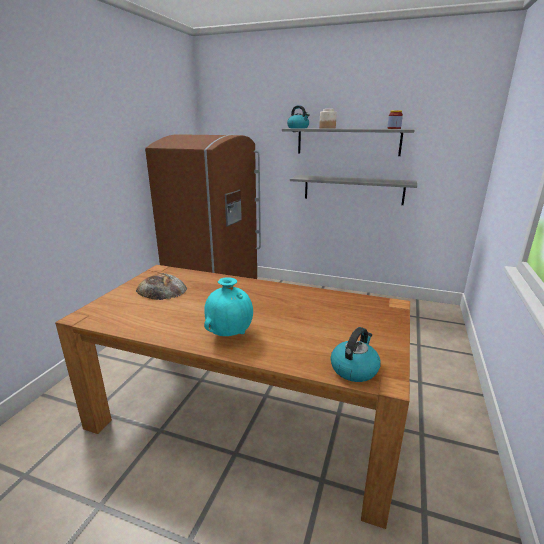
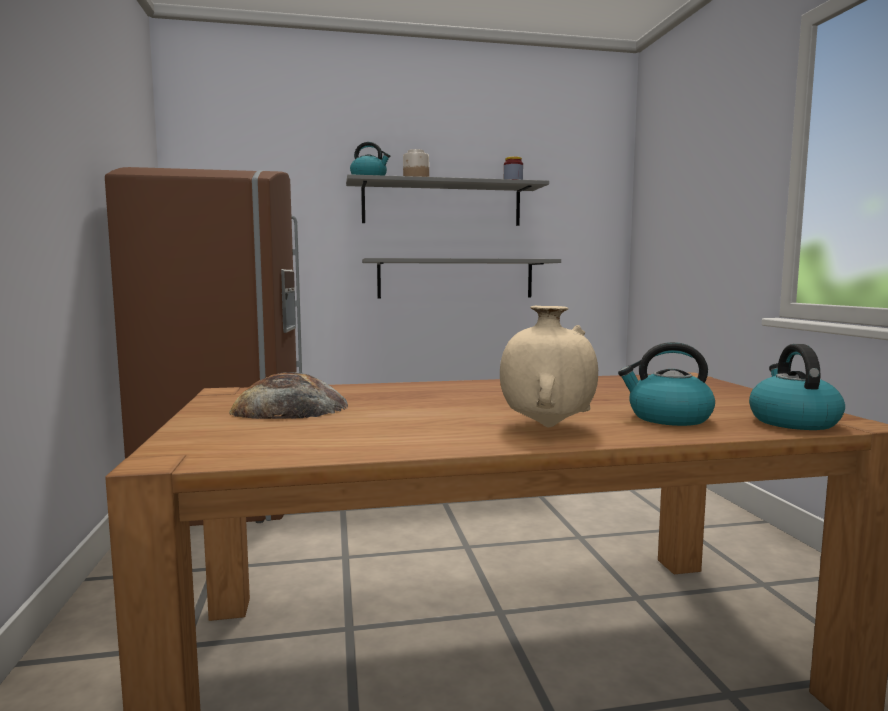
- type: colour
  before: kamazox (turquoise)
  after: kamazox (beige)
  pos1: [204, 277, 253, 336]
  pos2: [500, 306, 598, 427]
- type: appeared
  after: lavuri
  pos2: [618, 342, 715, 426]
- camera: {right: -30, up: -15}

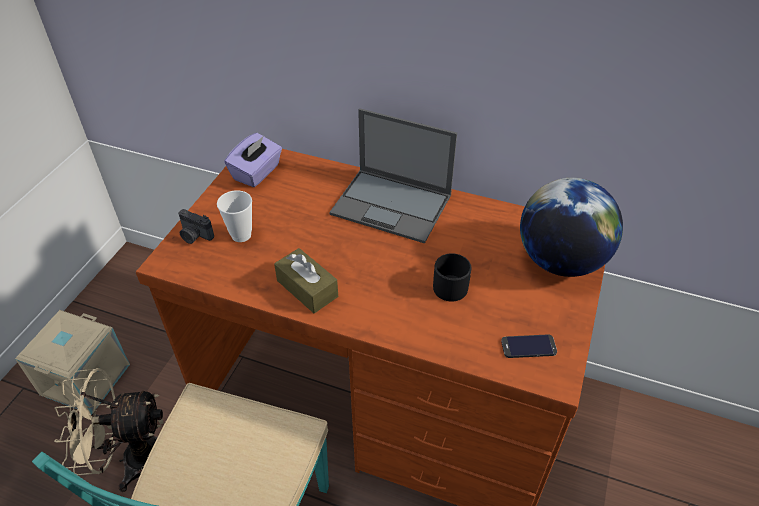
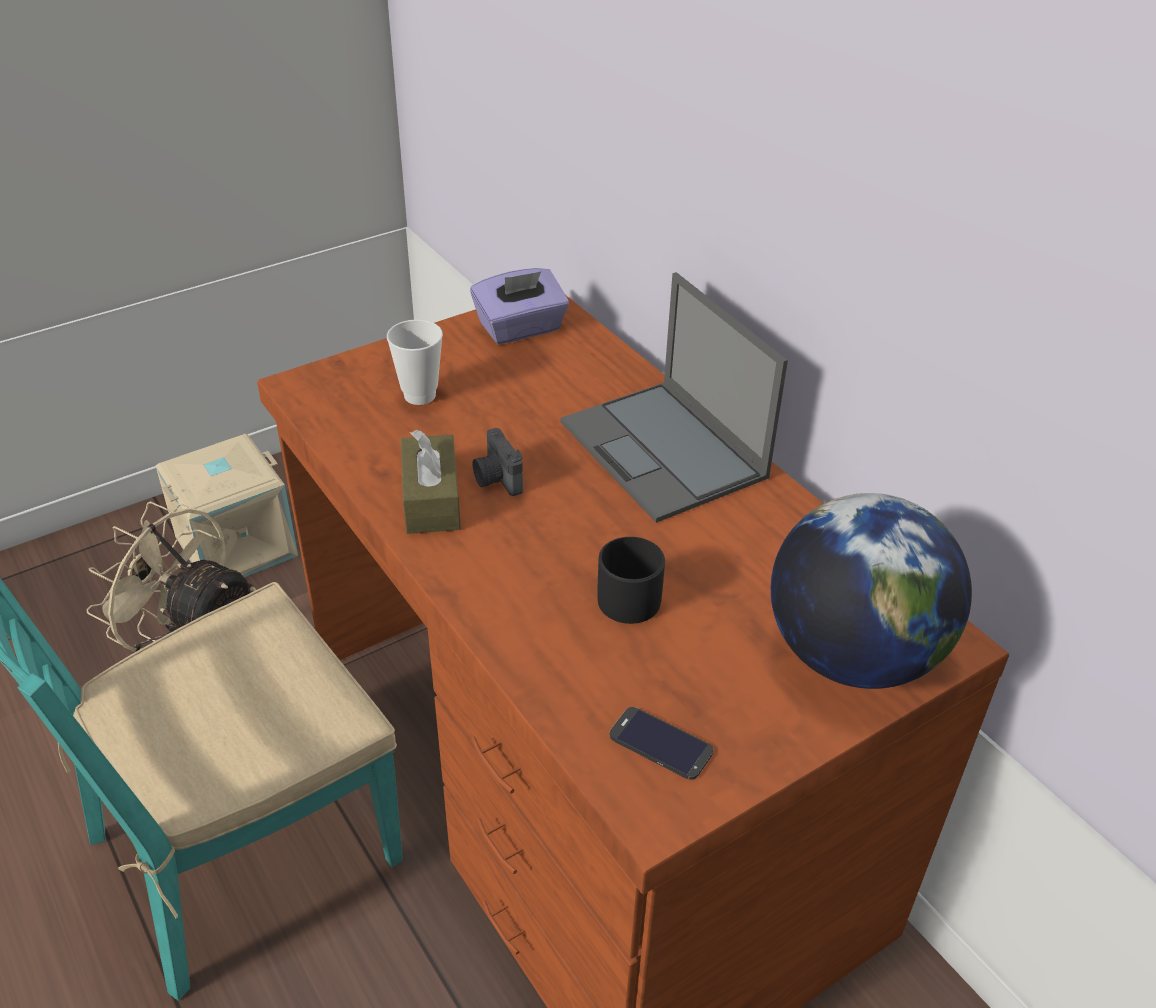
- type: relocated
  before: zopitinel
  pos1: [178, 209, 214, 244]
  pos2: [473, 428, 523, 496]
- camera: {right: 35, up: -5}

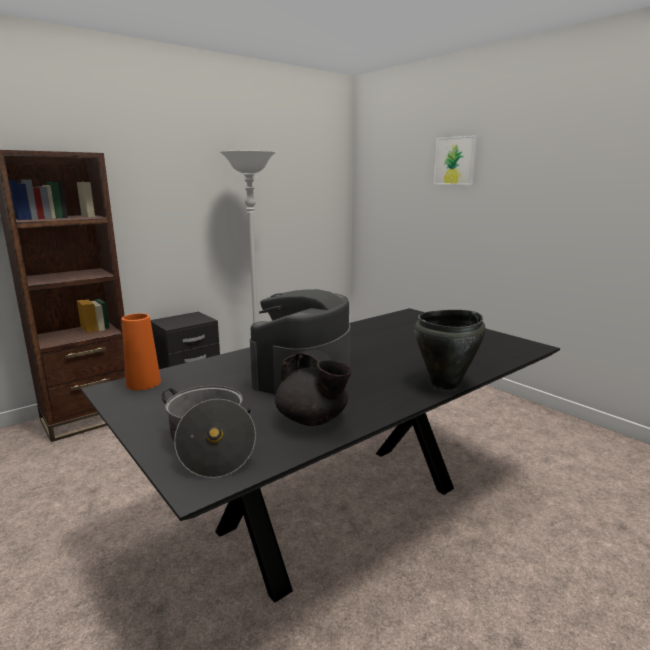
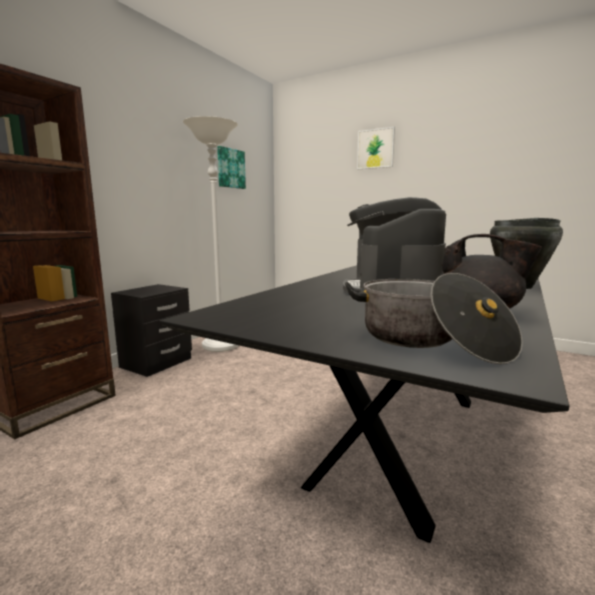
- type: missing
  before: kamazox (orange)
  pos1: [122, 313, 161, 390]
- type: appeared
  after: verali
  pos2: [217, 146, 246, 189]
- camera: {right: -20, up: -5}

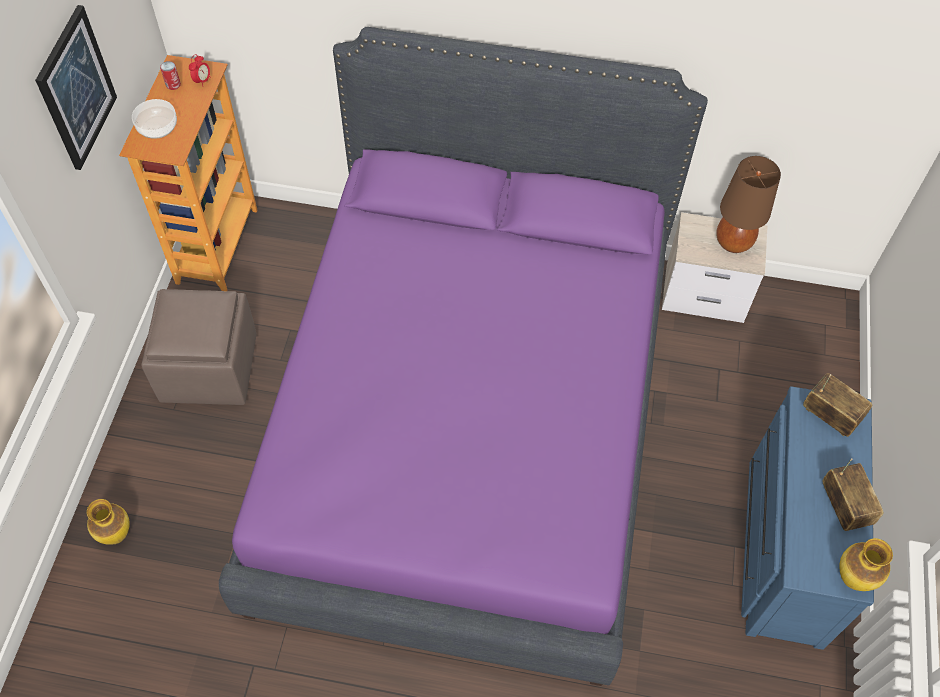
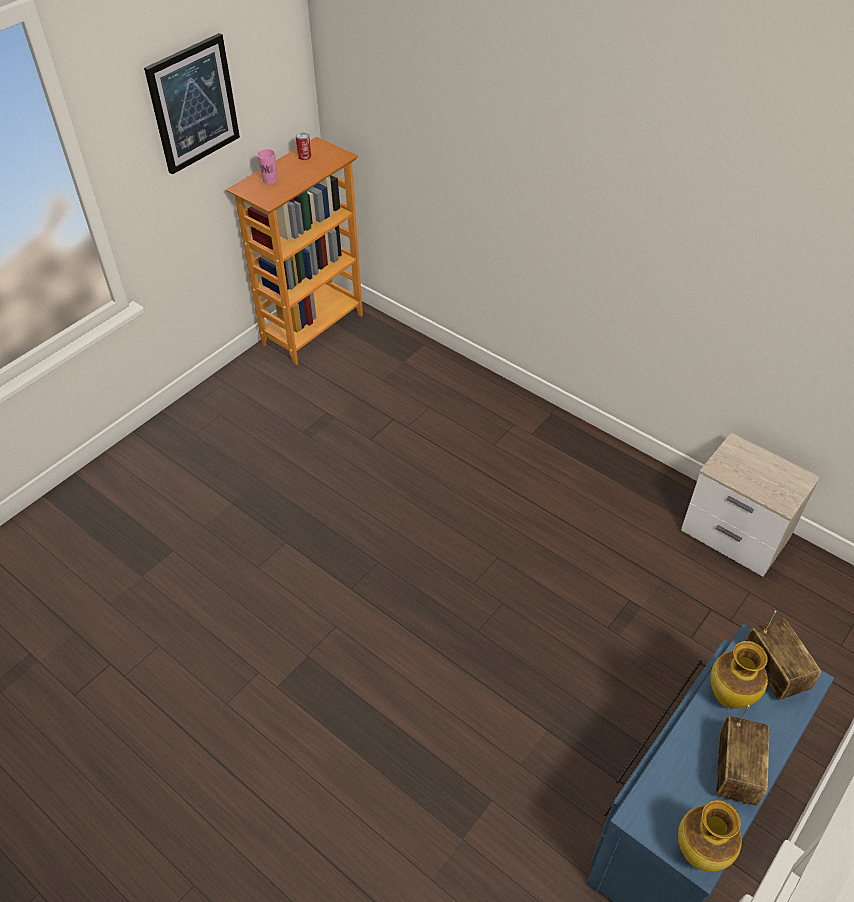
- type: missing
  before: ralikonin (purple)
  pos1: [219, 27, 708, 686]
- type: missing
  before: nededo
  pos1: [189, 54, 211, 86]
- type: exchanged
  before: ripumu
  after: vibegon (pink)
  pos1: [132, 99, 177, 139]
  pos2: [257, 149, 277, 184]
- type: missing
  before: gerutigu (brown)
  pos1: [716, 156, 781, 253]
- type: missing
  before: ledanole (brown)
  pos1: [141, 289, 256, 405]
- type: relocated
  before: kamazox
  pos1: [87, 499, 130, 545]
  pos2: [710, 641, 768, 709]
- camera: {right: 30, up: -10}

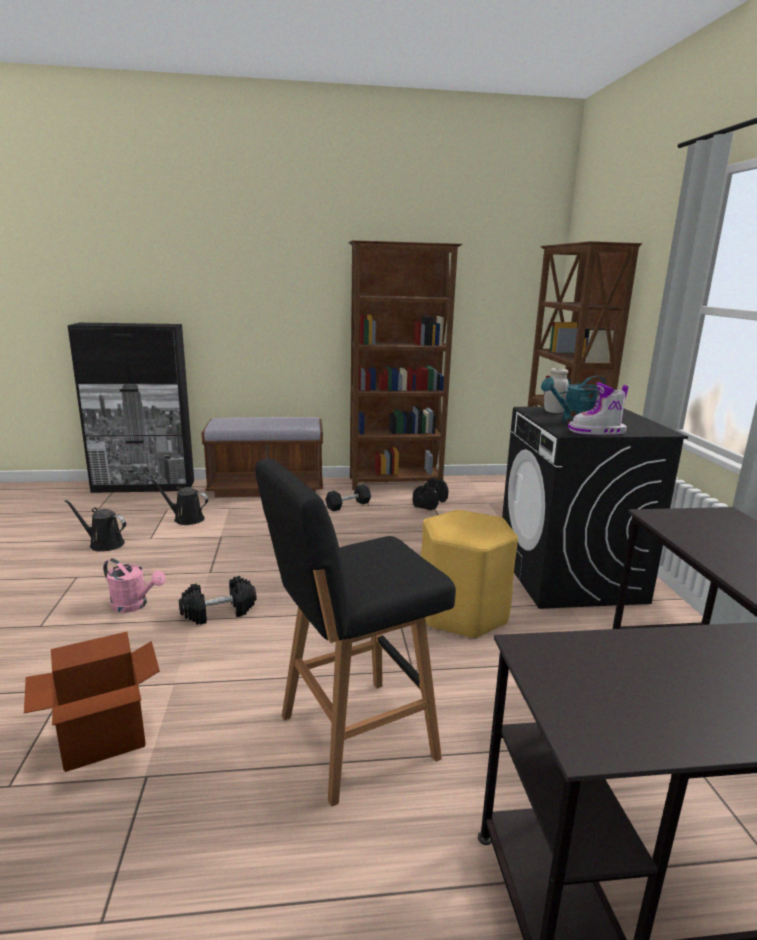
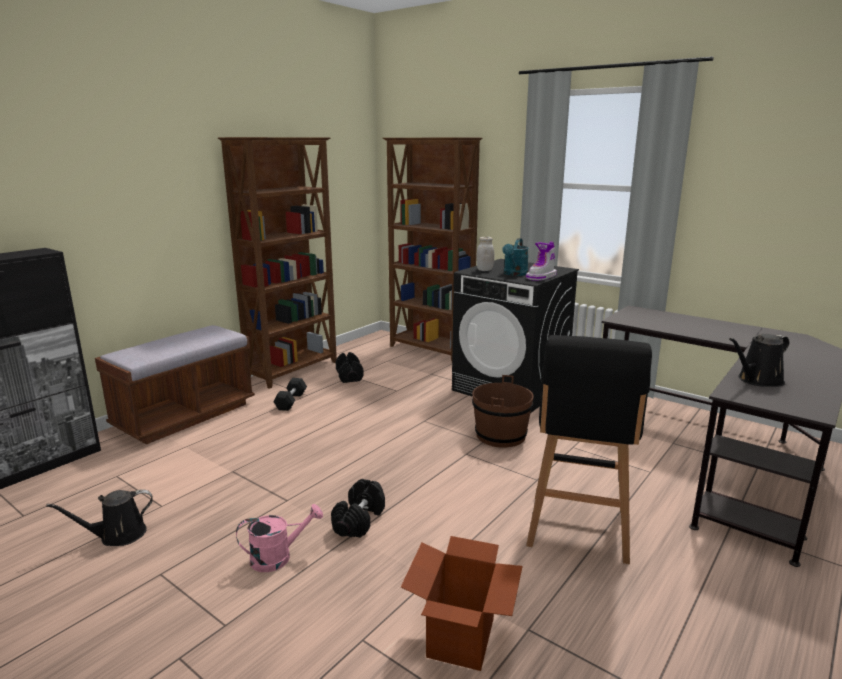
- type: relocated
  before: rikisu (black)
  pos1: [151, 479, 208, 525]
  pos2: [729, 334, 789, 387]
- type: exchanged
  before: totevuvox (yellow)
  after: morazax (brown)
  pos1: [421, 510, 518, 639]
  pos2: [472, 375, 534, 448]
- camera: {right: -45, up: 0}

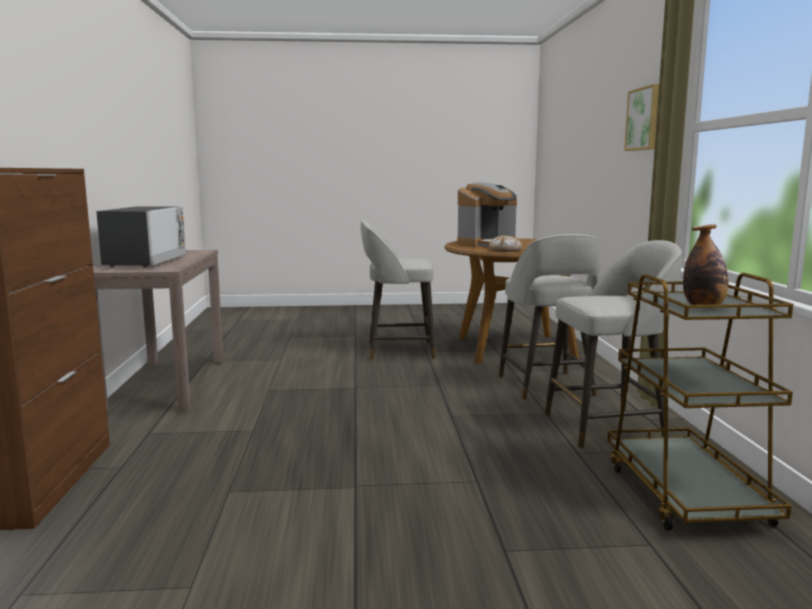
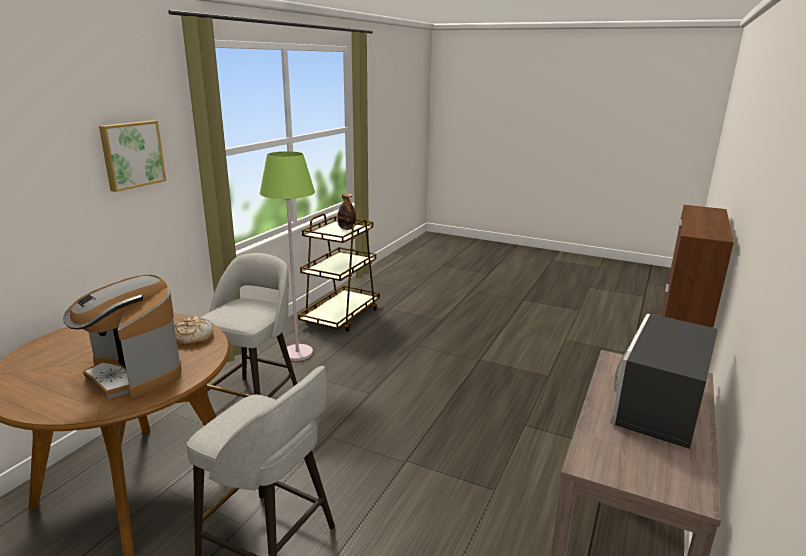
- type: spun
  before: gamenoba
  pos1: [457, 182, 517, 247]
  pos2: [63, 275, 182, 399]
  turn: -135
- type: exchanged
  before: totevuvox (grey)
  after: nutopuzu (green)
  pos1: [544, 240, 682, 448]
  pos2: [260, 151, 315, 361]
- camera: {right: -150, up: 10}

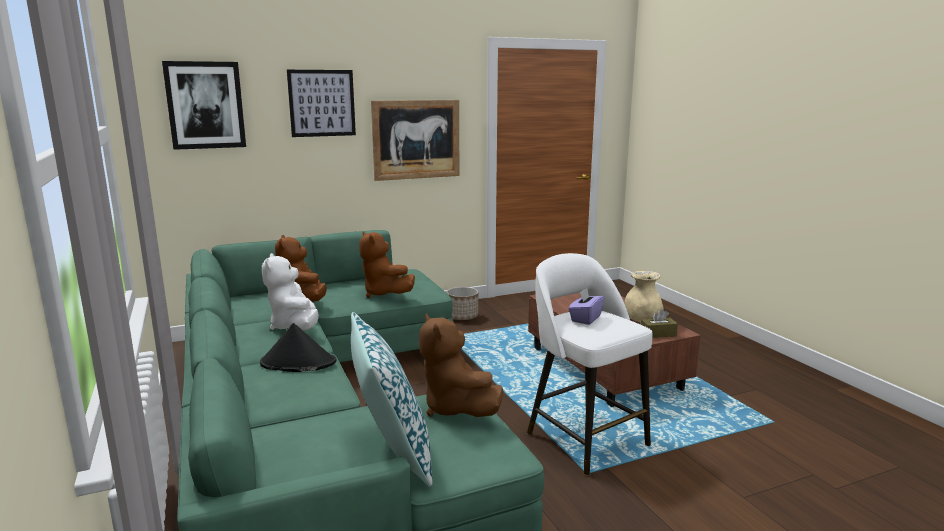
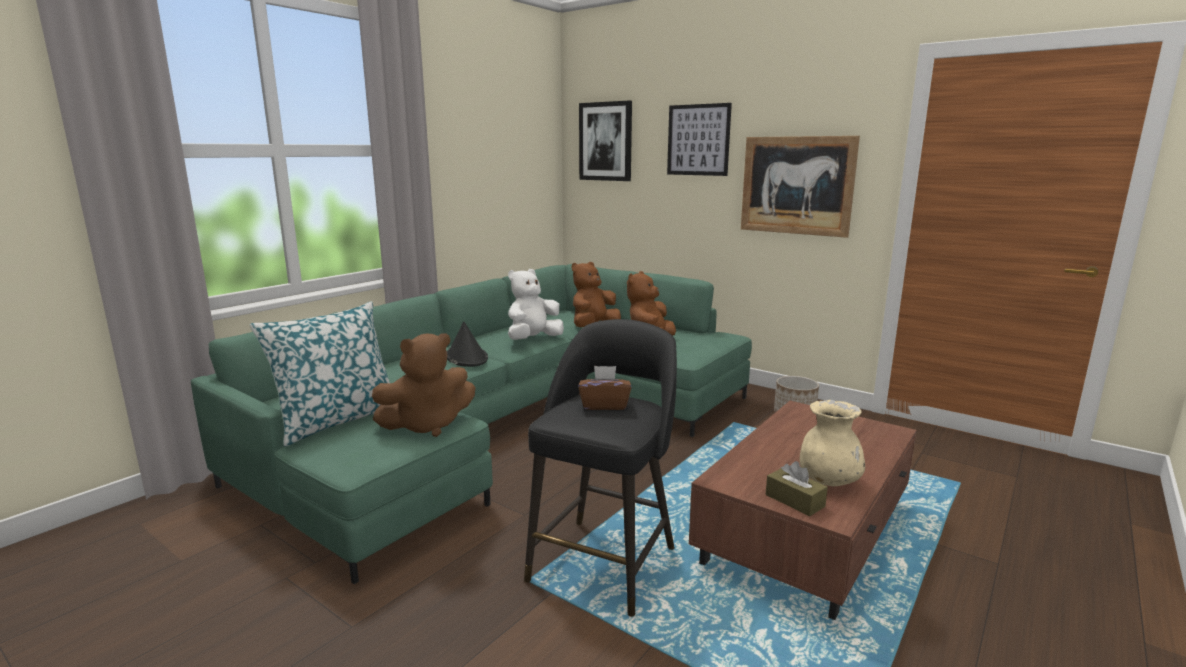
- type: colour
  before: totevuvox (white)
  after: totevuvox (black)
  pos1: [527, 253, 653, 475]
  pos2: [524, 319, 677, 617]
- type: colour
  before: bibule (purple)
  after: bibule (brown)
  pos1: [568, 288, 604, 325]
  pos2: [578, 366, 631, 410]
- type: spun
  before: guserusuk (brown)
  pos1: [419, 313, 503, 417]
  pos2: [372, 333, 475, 437]
  turn: -150
- camera: {right: 60, up: 0}

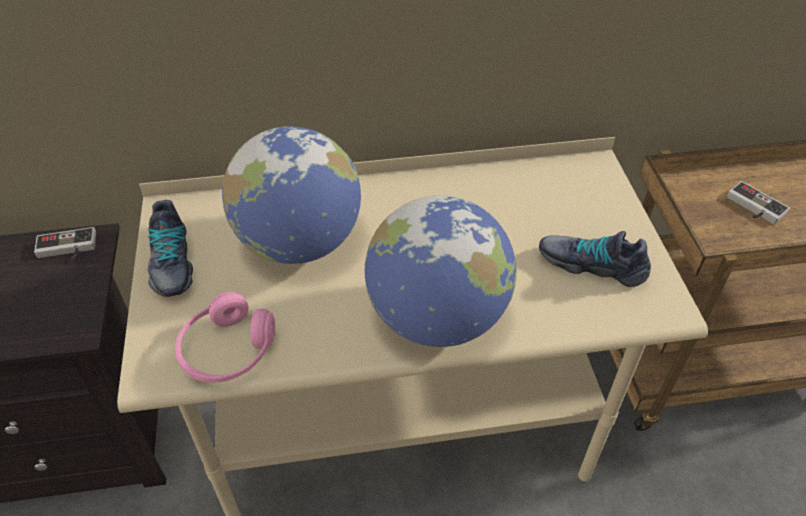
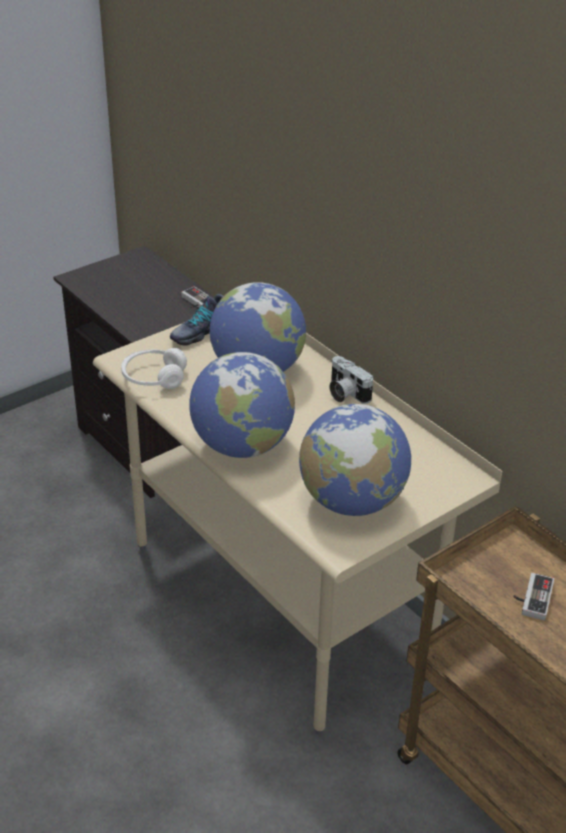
- type: exchanged
  before: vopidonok
  after: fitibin
  pos1: [539, 231, 651, 287]
  pos2: [299, 404, 411, 516]
- type: colour
  before: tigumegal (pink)
  after: tigumegal (white)
  pos1: [175, 292, 275, 383]
  pos2: [121, 348, 187, 389]
- type: appeared
  after: zopitinel
  pos2: [329, 356, 373, 404]
- camera: {right: 60, up: -10}

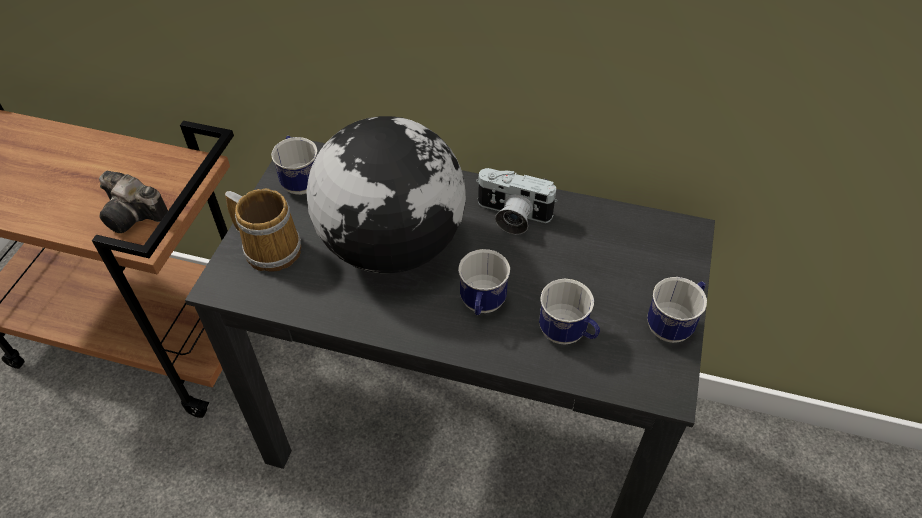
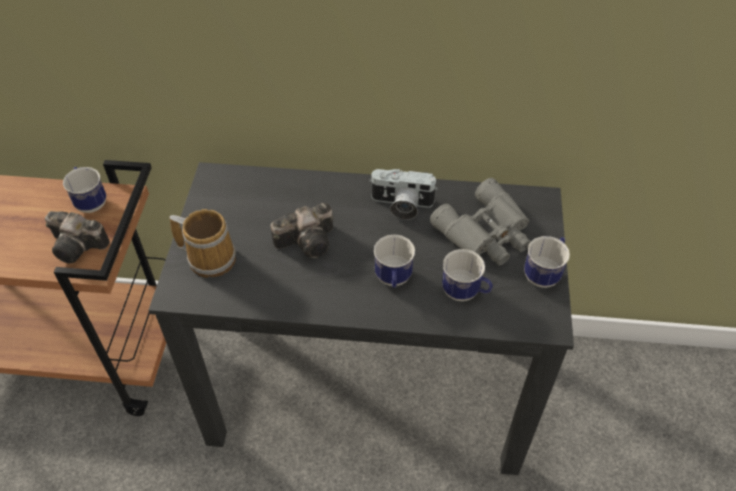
- type: exchanged
  before: fitibin
  after: zopitinel
  pos1: [306, 116, 466, 273]
  pos2: [271, 203, 333, 258]
- type: relocated
  before: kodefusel
  pos1: [271, 136, 317, 195]
  pos2: [63, 167, 106, 213]
- type: appeared
  after: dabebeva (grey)
  pos2: [430, 178, 531, 265]
- camera: {right: -10, up: 0}

